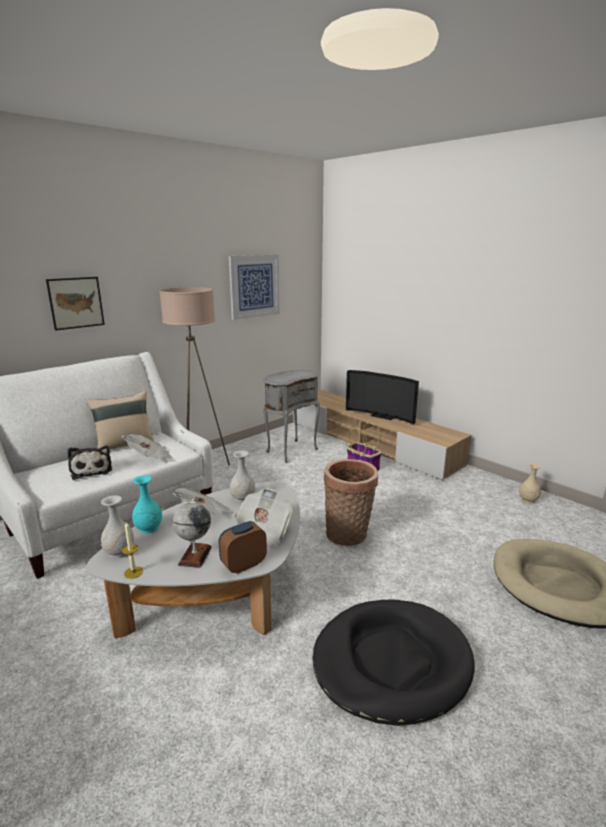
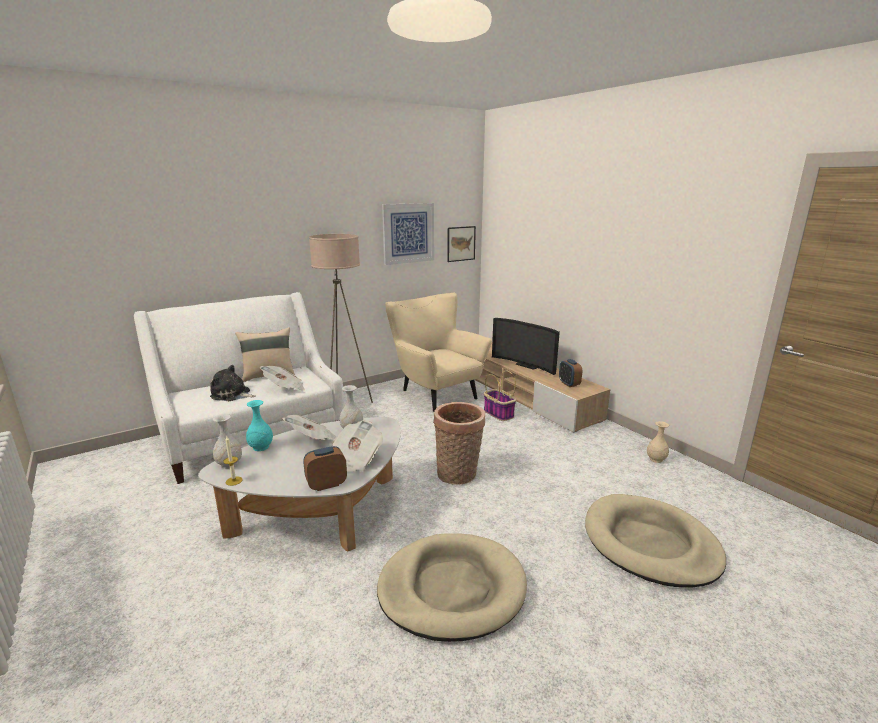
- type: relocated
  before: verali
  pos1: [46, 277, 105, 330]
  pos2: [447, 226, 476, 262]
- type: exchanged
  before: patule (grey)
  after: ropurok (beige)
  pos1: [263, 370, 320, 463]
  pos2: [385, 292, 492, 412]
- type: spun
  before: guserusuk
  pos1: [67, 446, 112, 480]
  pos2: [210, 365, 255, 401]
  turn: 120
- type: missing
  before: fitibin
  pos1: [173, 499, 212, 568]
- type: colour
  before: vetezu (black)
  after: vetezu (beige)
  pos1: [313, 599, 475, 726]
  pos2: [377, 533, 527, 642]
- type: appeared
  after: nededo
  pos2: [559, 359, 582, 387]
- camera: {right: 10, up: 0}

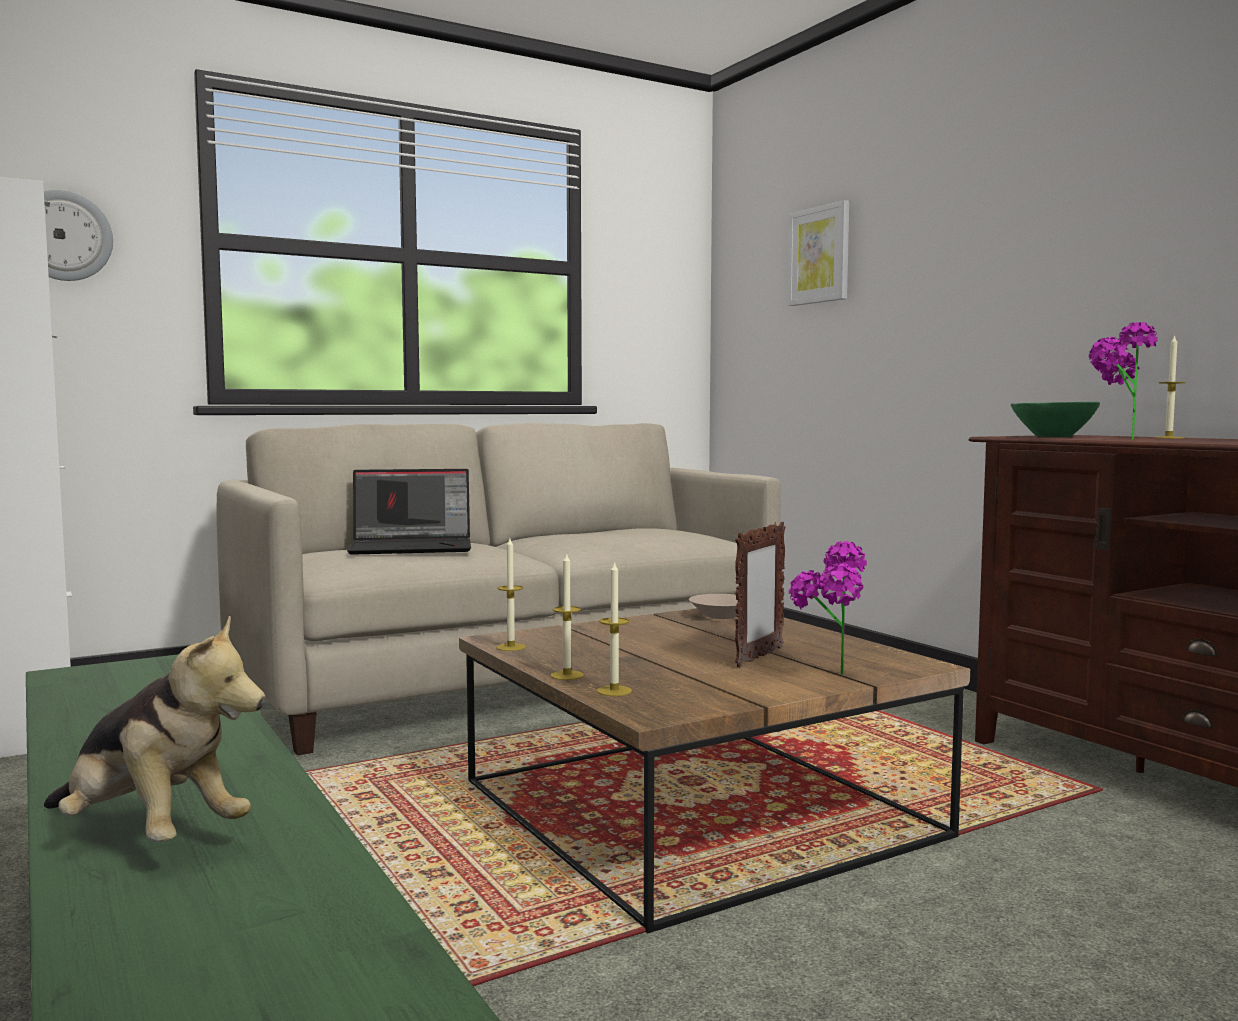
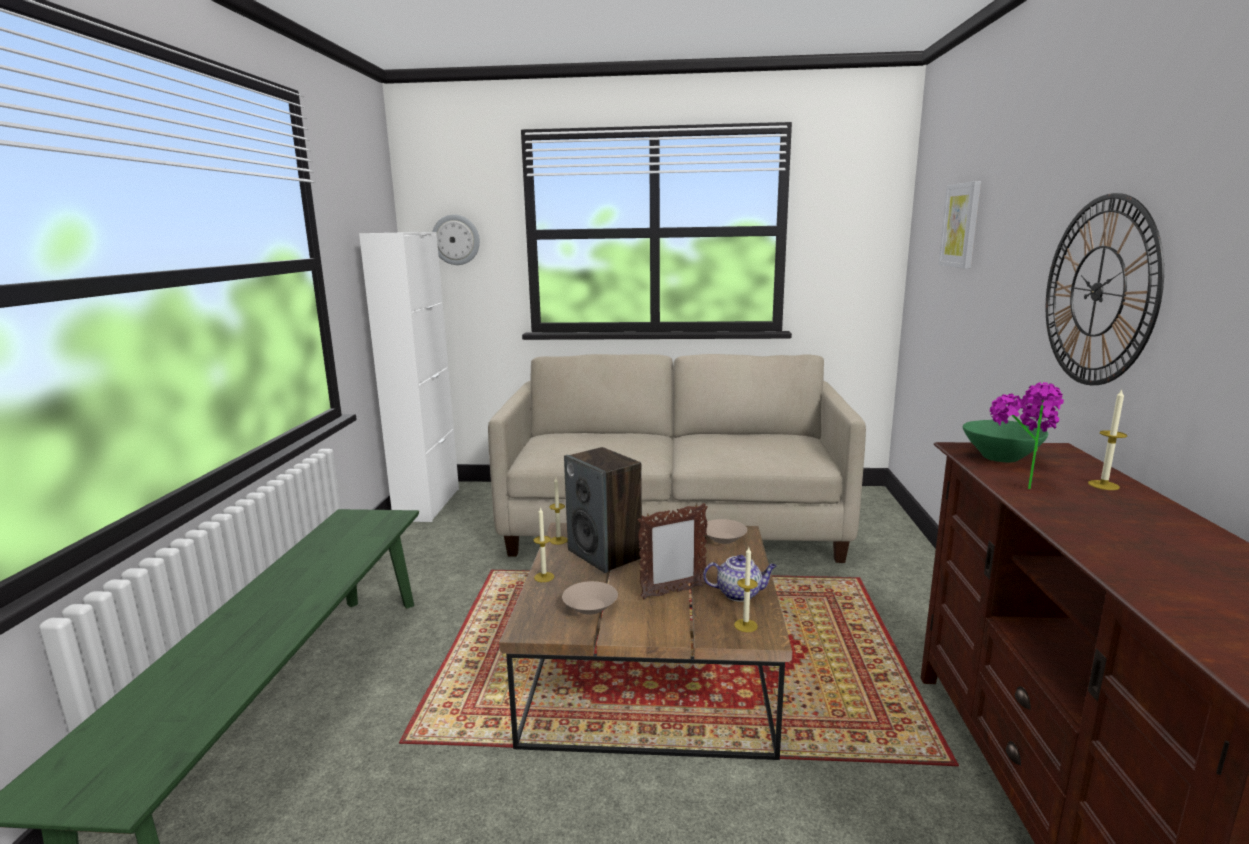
- type: missing
  before: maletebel
  pos1: [347, 469, 471, 555]
- type: missing
  before: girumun
  pos1: [789, 541, 867, 675]
- type: relocated
  before: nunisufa
  pos1: [597, 560, 632, 696]
  pos2: [734, 547, 758, 632]
- type: missing
  before: guserusuk
  pos1: [44, 615, 265, 842]
- type: appeared
  after: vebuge
  pos2: [1046, 193, 1164, 385]
- type: appeared
  after: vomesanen
  pos2: [564, 447, 642, 573]
- type: appeared
  after: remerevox
  pos2: [703, 555, 777, 602]
- type: appeared
  after: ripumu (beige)
  pos2: [562, 581, 618, 615]
- camera: {right: 35, up: 10}

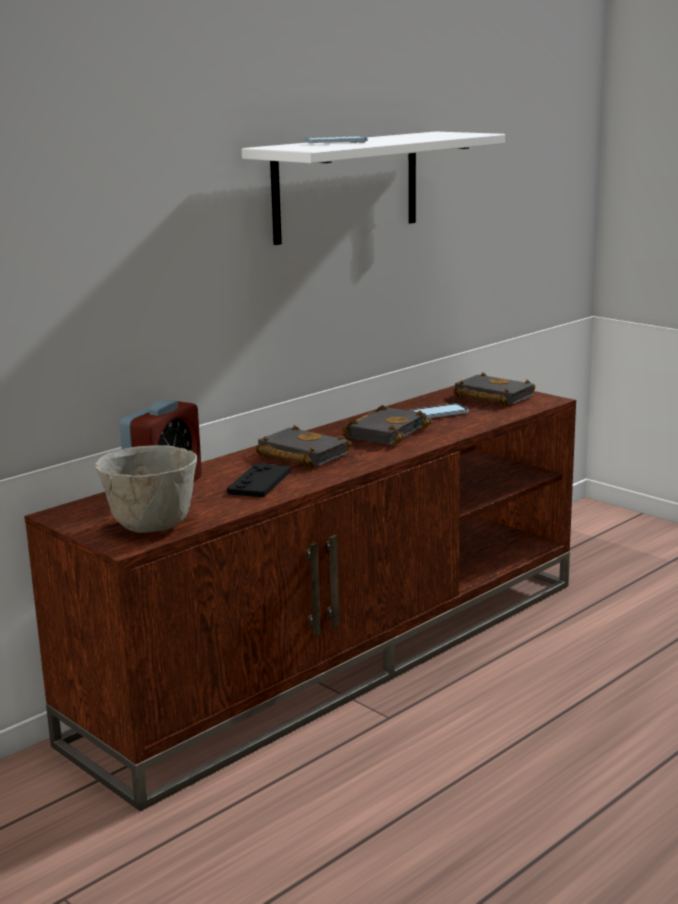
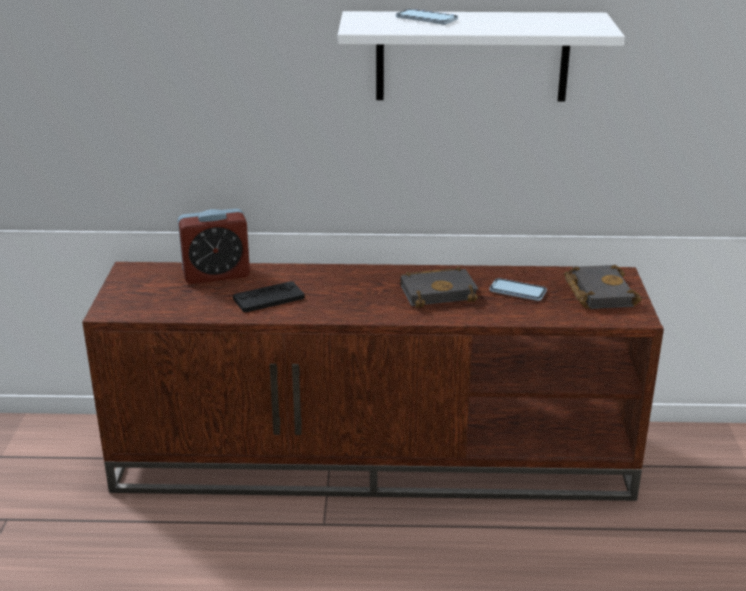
- type: missing
  before: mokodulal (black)
  pos1: [255, 425, 351, 468]
- type: missing
  before: ripumu (grey)
  pos1: [95, 445, 197, 533]
- camera: {right: 45, up: 10}

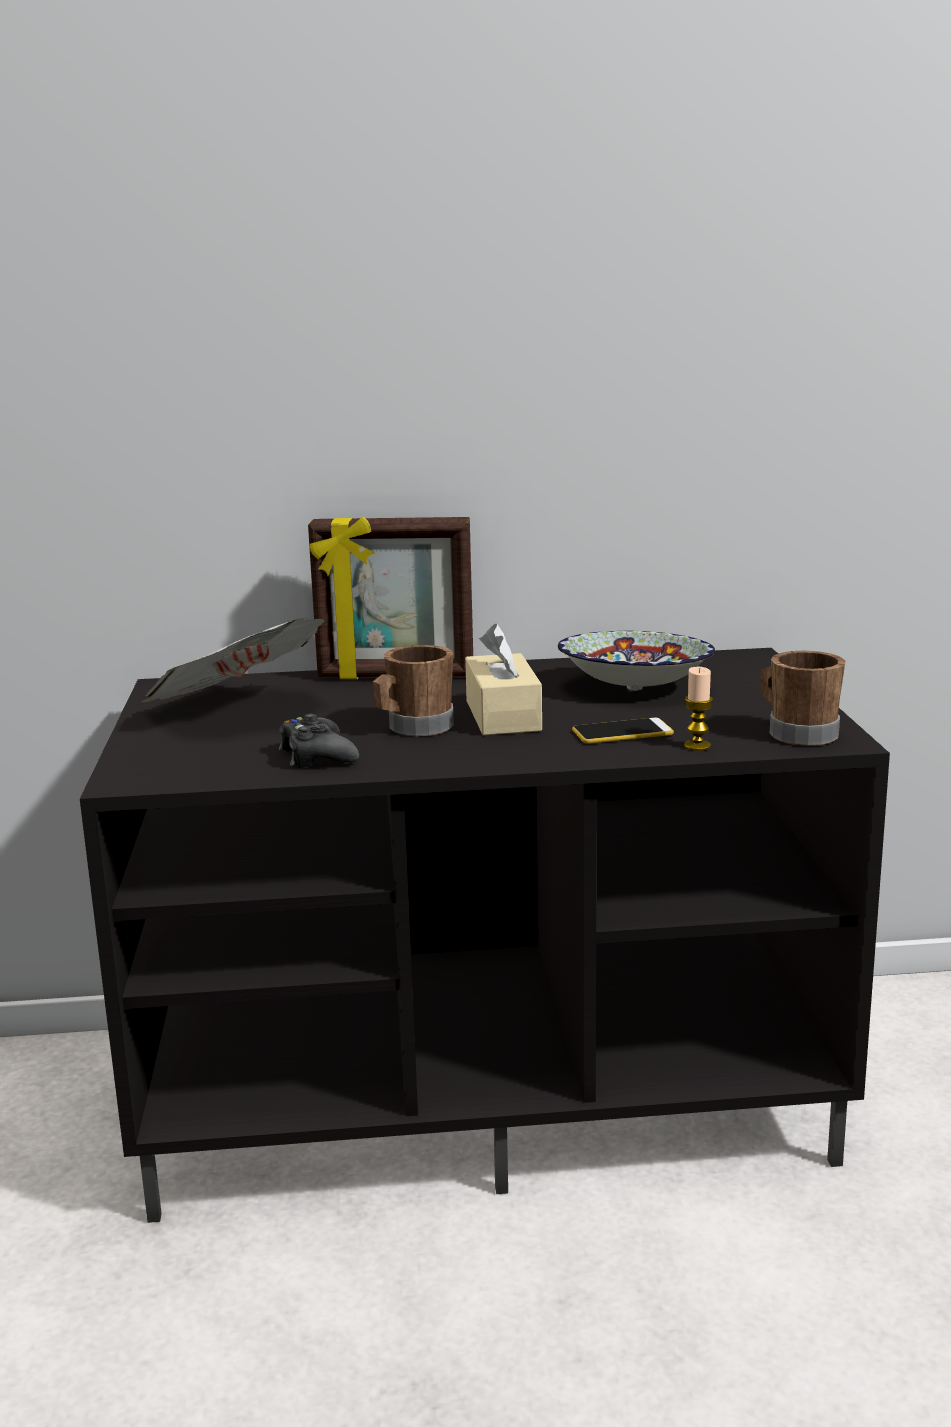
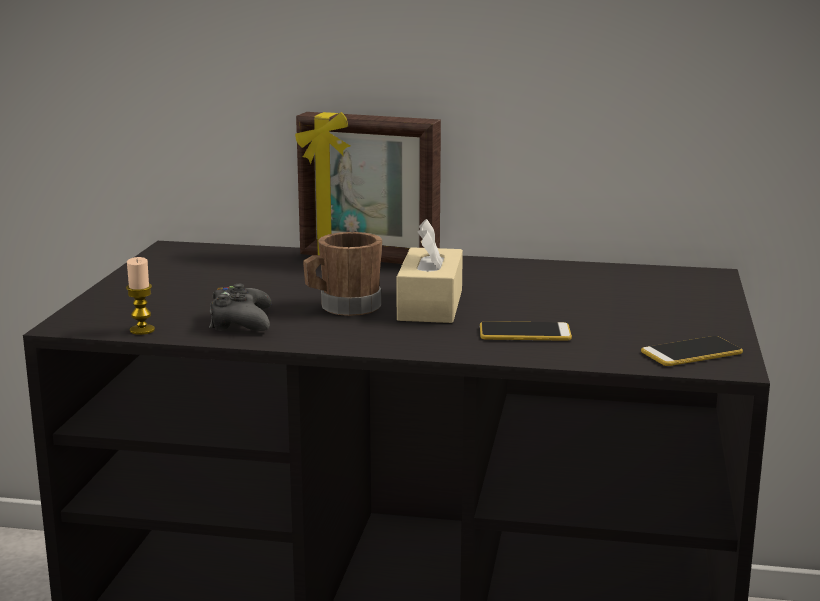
- type: missing
  before: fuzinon
  pos1: [141, 618, 324, 702]
- type: missing
  before: ripumu
  pos1: [558, 631, 715, 691]
- type: exchanged
  before: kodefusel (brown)
  after: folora
  pos1: [760, 650, 845, 746]
  pos2: [641, 336, 743, 366]
- type: relocated
  before: nunisufa
  pos1: [684, 666, 713, 751]
  pos2: [126, 257, 155, 335]
- camera: {right: 15, up: 0}

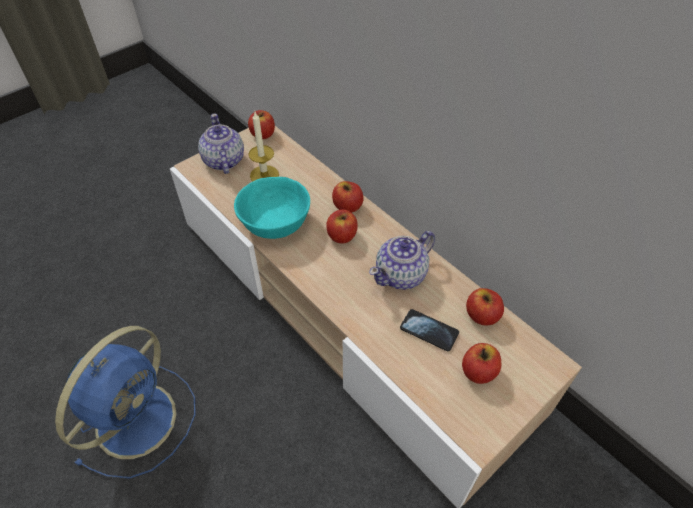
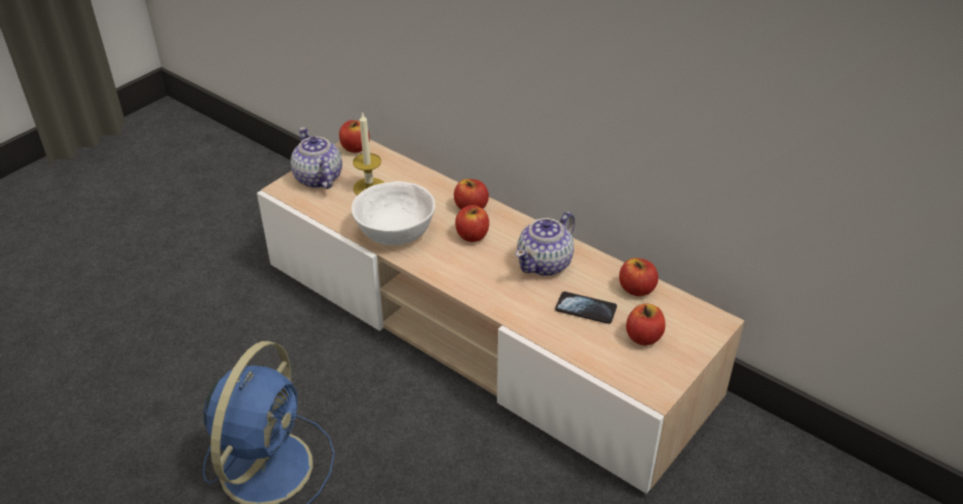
- type: colour
  before: ripumu (turquoise)
  after: ripumu (white)
  pos1: [234, 177, 310, 239]
  pos2: [351, 181, 435, 245]
- camera: {right: -10, up: -10}

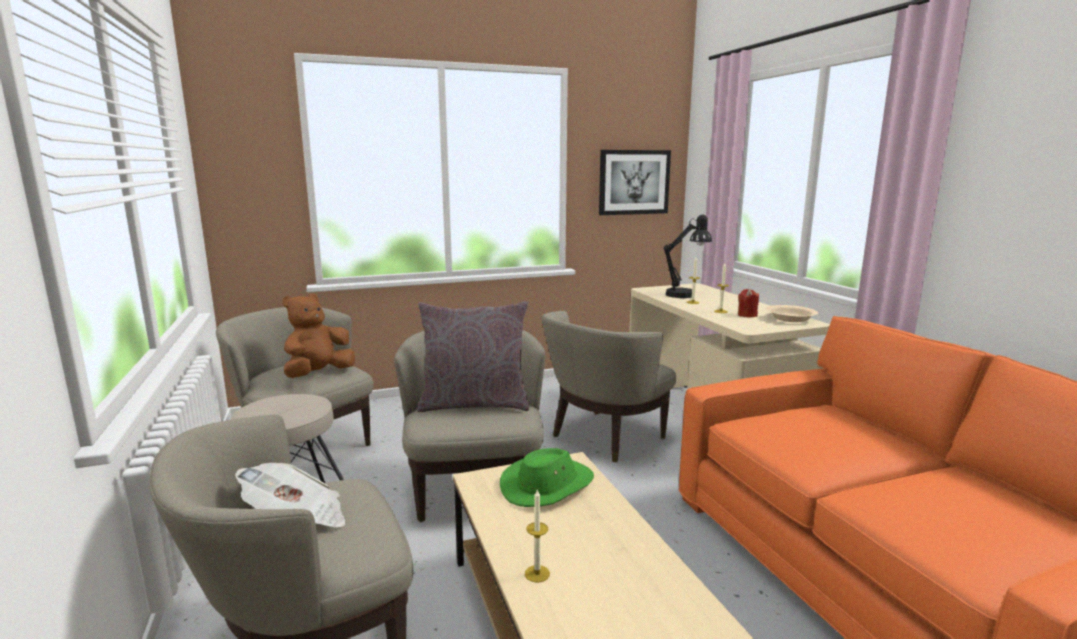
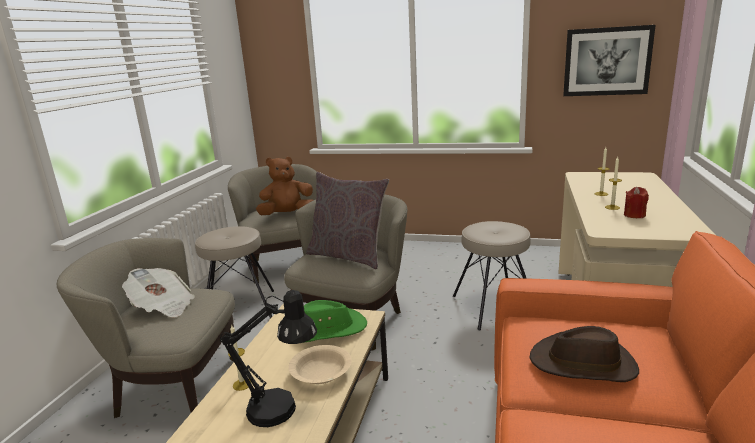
- type: relocated
  before: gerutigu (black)
  pos1: [663, 215, 712, 298]
  pos2: [220, 290, 317, 427]
- type: relocated
  before: ripumu (beige)
  pos1: [766, 305, 818, 322]
  pos2: [288, 345, 352, 384]
- type: exchanged
  before: ropurok (beige)
  after: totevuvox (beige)
  pos1: [542, 311, 676, 462]
  pos2: [453, 221, 531, 330]
- type: appeared
  after: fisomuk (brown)
  pos2: [529, 326, 639, 382]
- camera: {right: 35, up: 5}

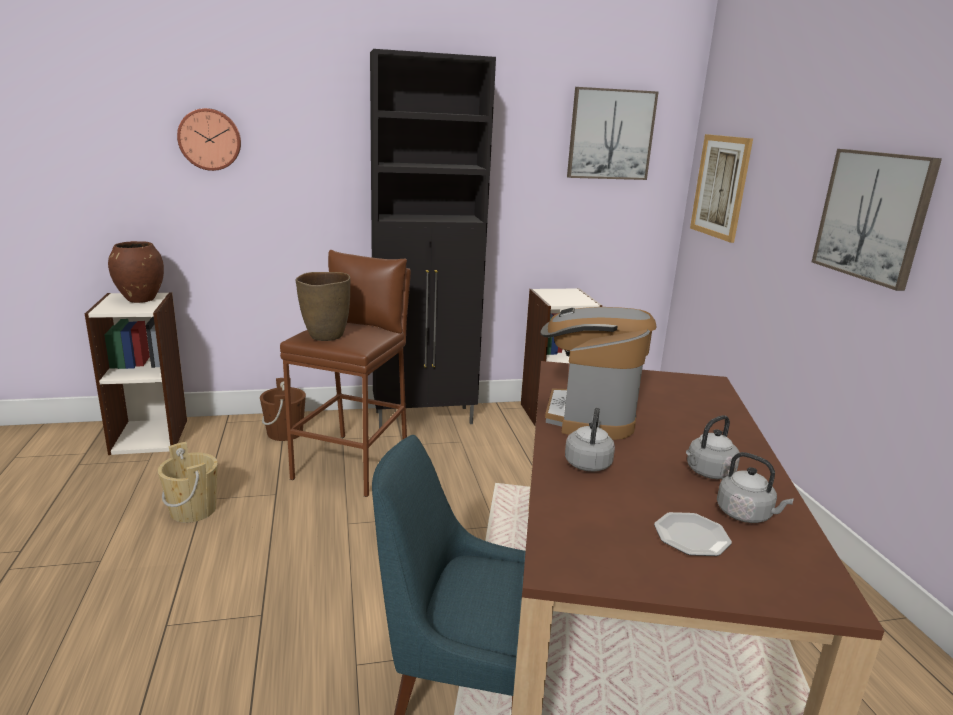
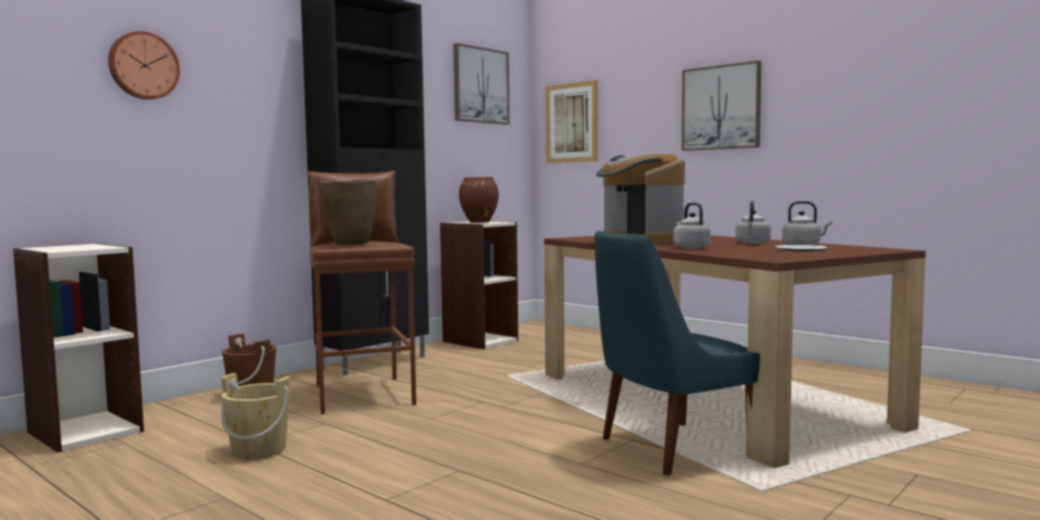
- type: relocated
  before: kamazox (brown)
  pos1: [108, 241, 164, 303]
  pos2: [459, 177, 499, 223]
- camera: {right: -35, up: -15}

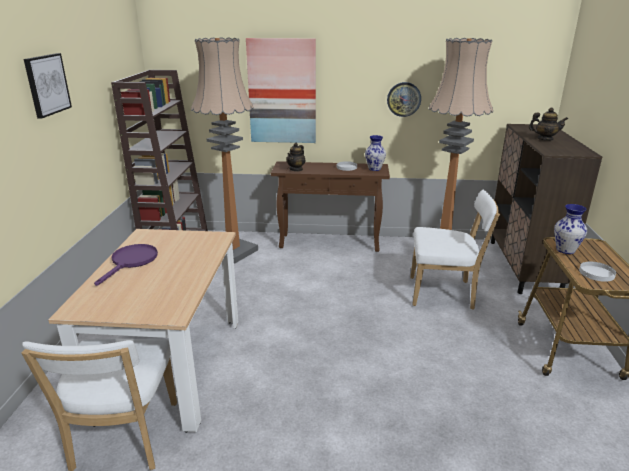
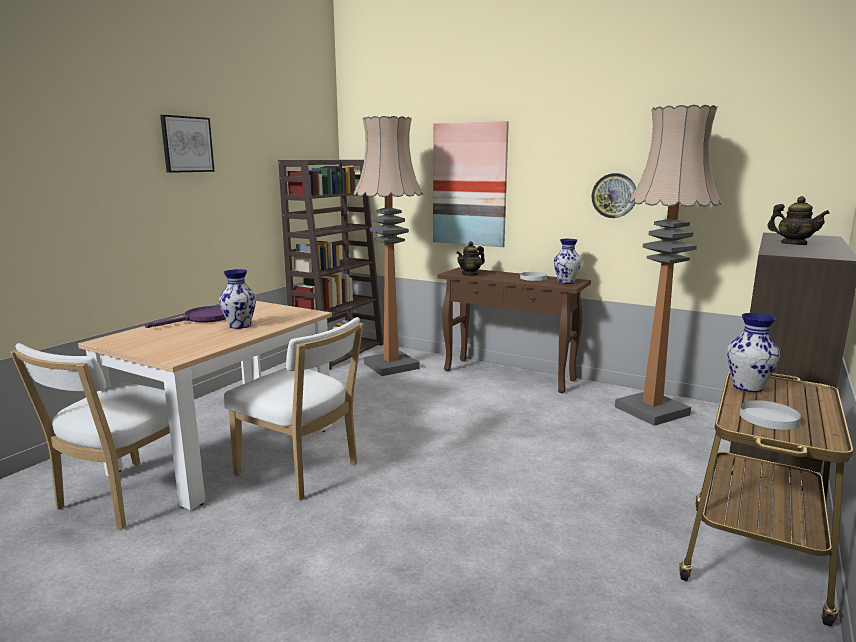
- type: relocated
  before: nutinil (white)
  pos1: [410, 190, 500, 310]
  pos2: [224, 317, 364, 500]
- type: appeared
  after: kamazox
  pos2: [219, 269, 256, 329]
- camera: {right: 25, up: -10}

